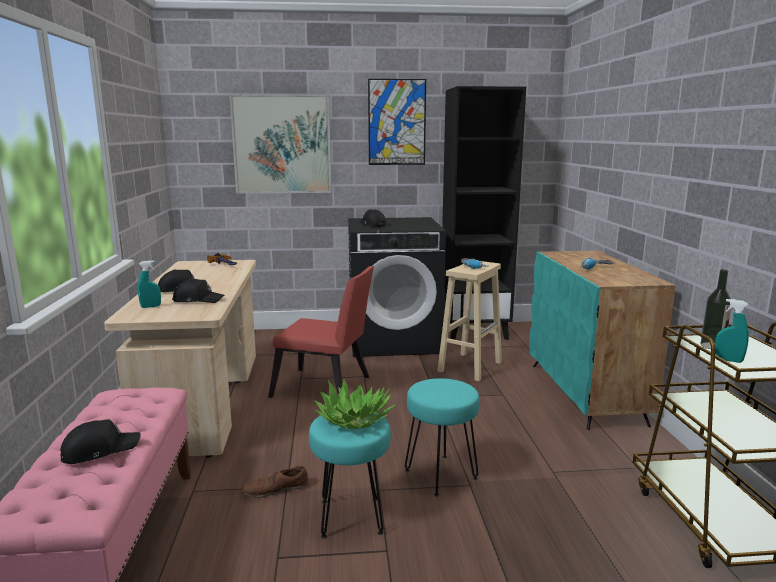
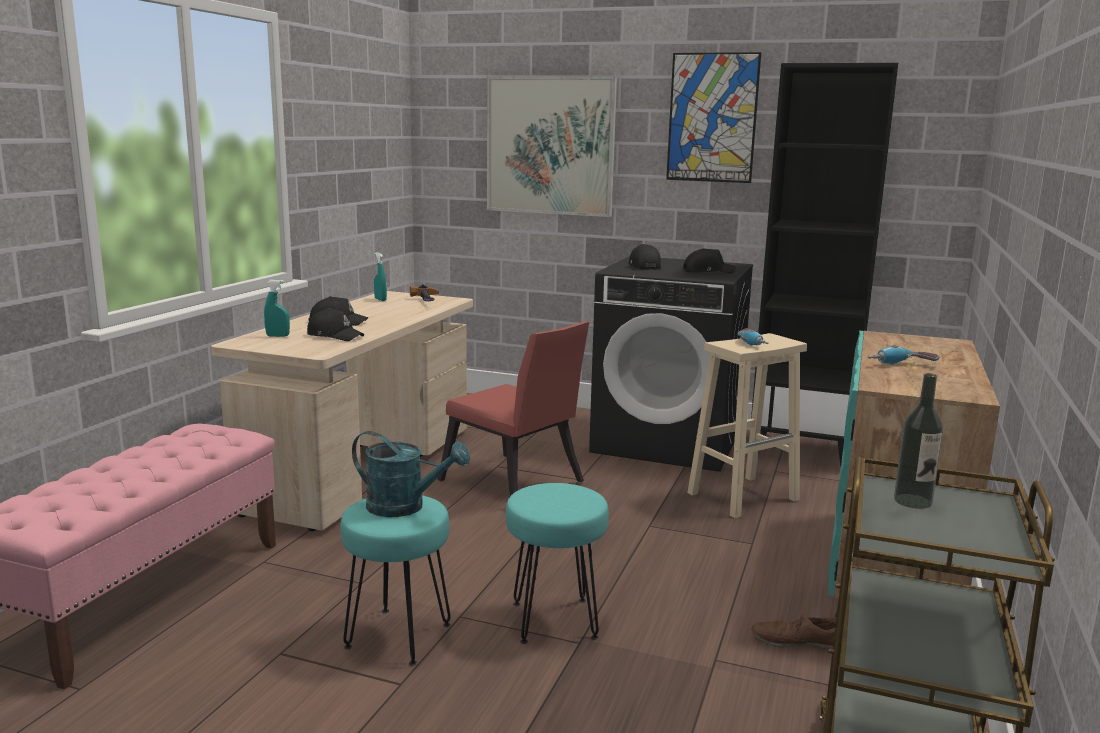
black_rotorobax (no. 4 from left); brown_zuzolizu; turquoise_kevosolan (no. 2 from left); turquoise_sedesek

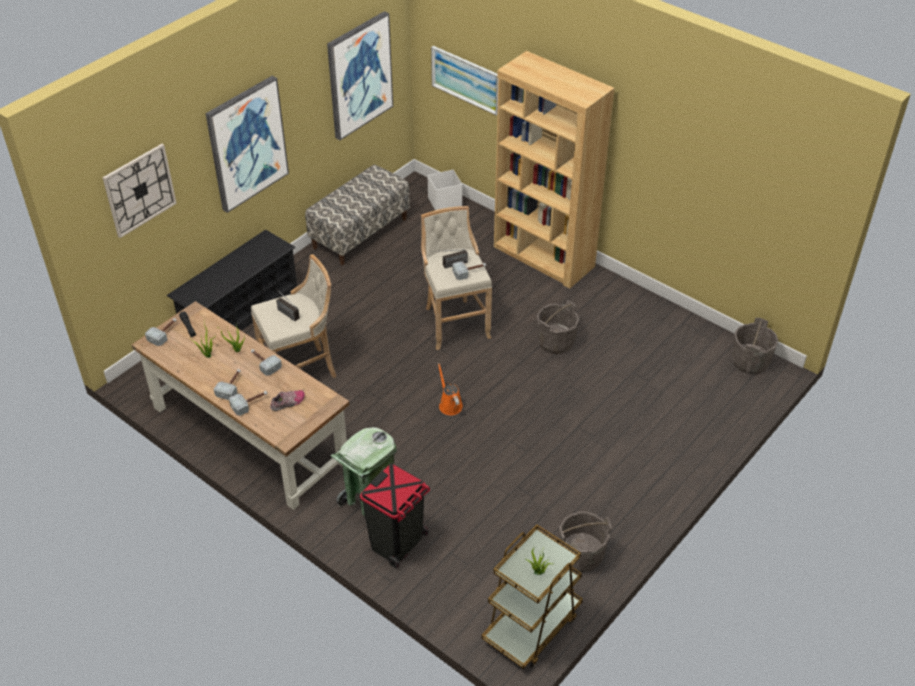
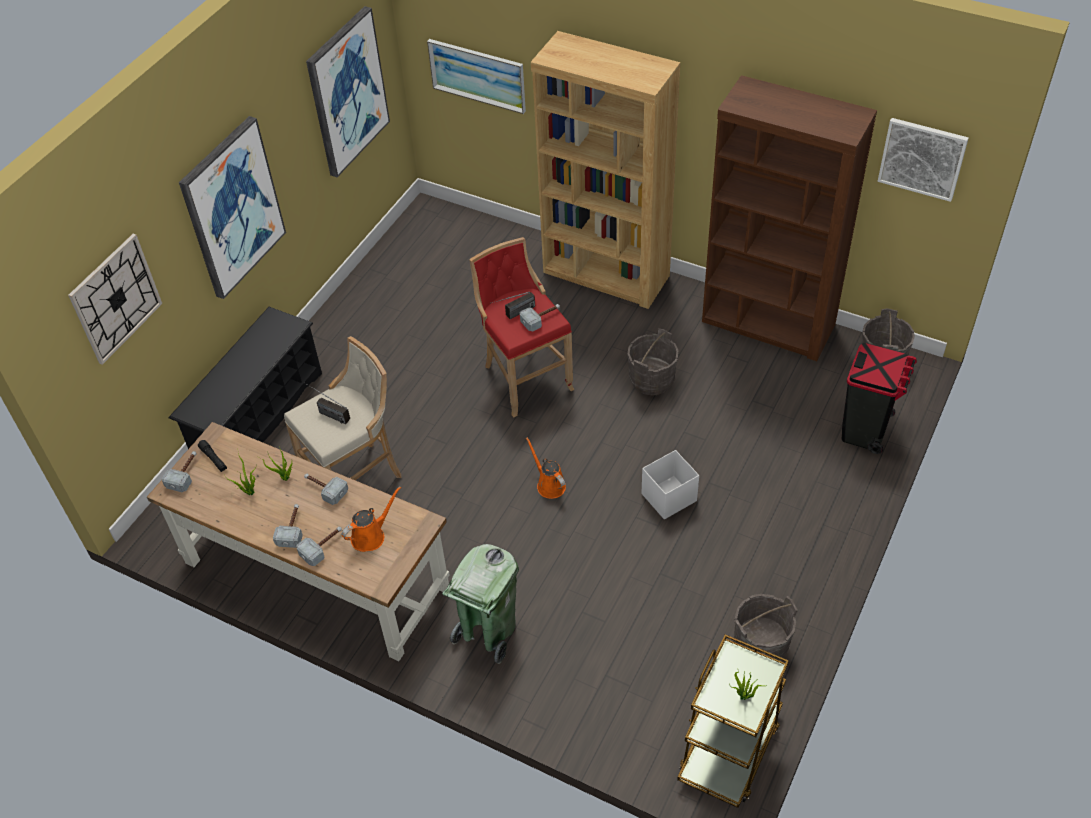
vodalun; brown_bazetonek (no. 2 from left); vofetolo (no. 4 from left); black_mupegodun; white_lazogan; orange_sedesek (no. 1 from left); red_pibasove

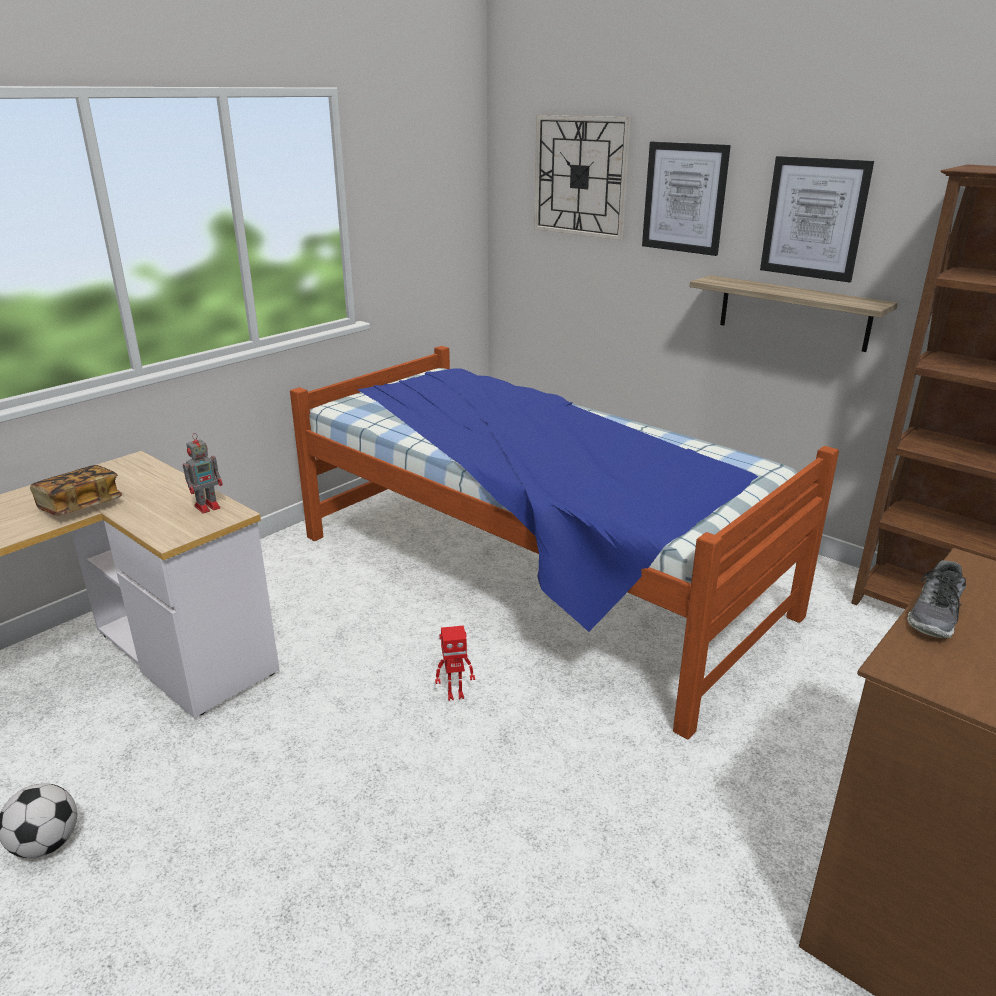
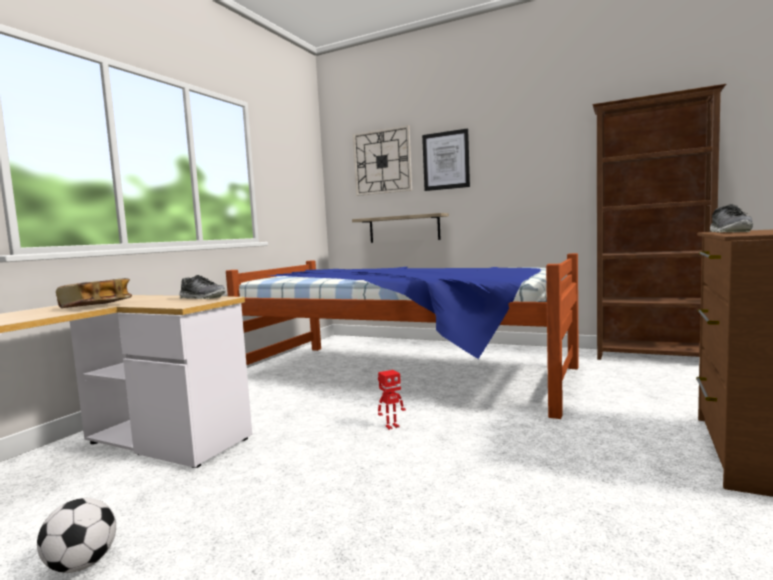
vofetolo (no. 2 from left in the first image); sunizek; zuzolizu (no. 1 from left)

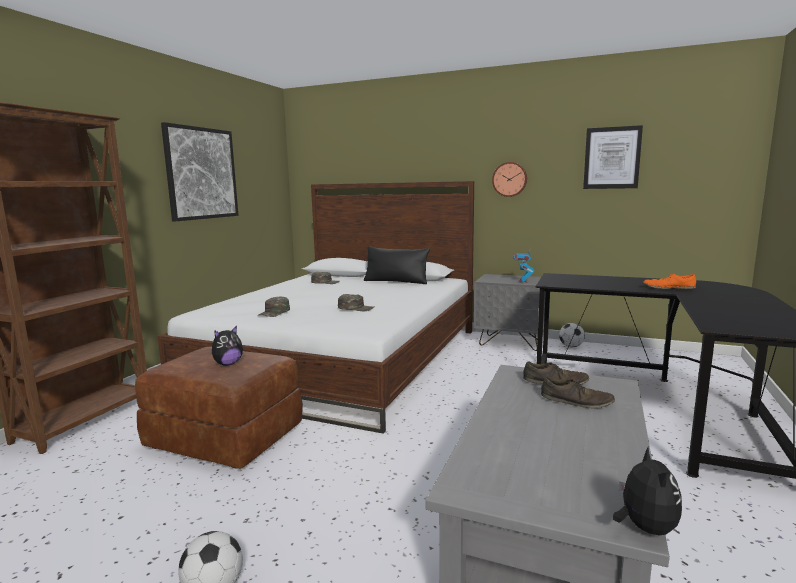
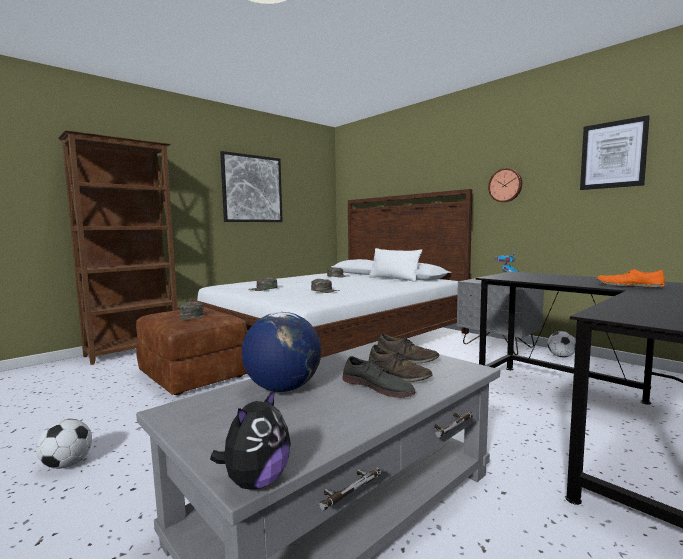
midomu; grey_zuzolizu; green_rotorobax (no. 1 from left); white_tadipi

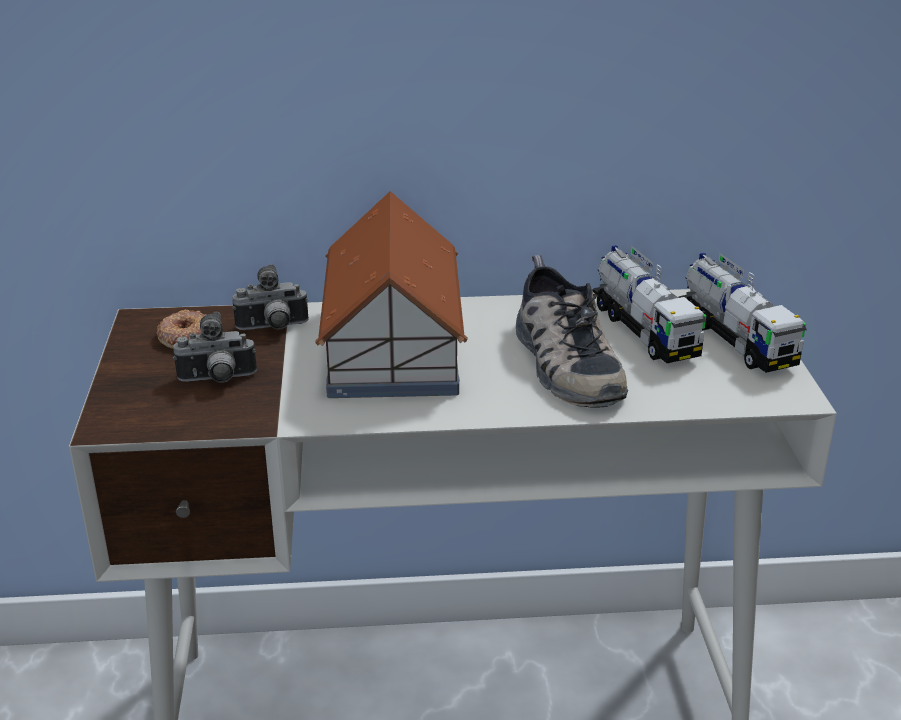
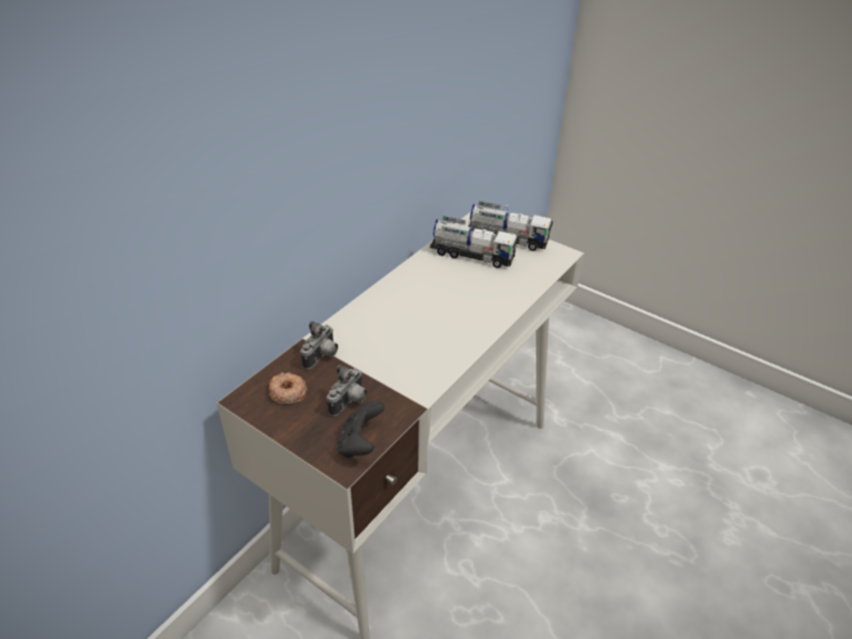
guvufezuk; zuzolizu; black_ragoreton

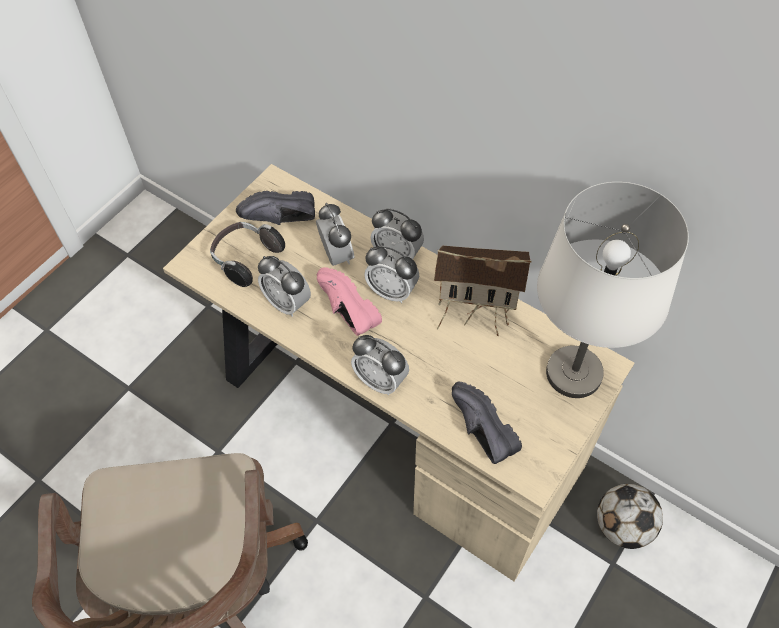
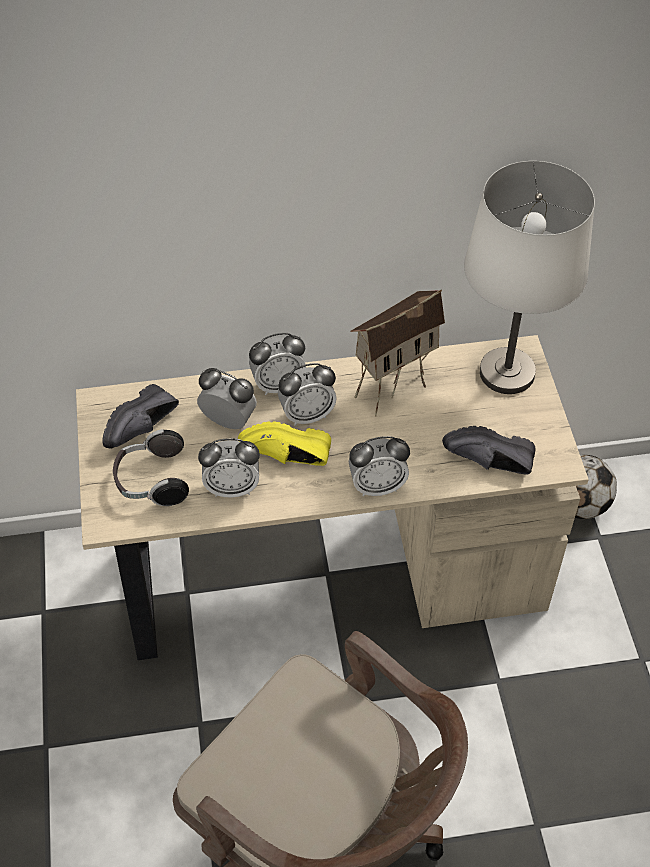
yellow_zuzolizu

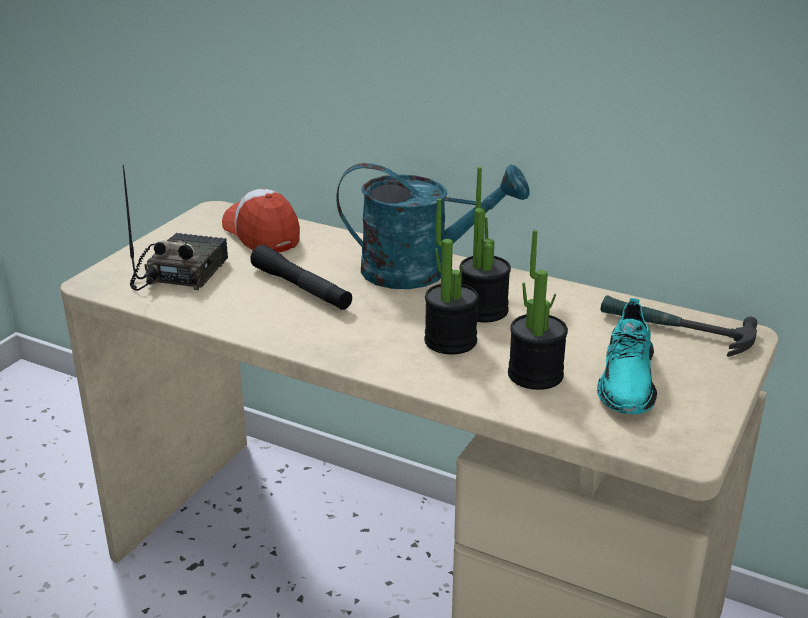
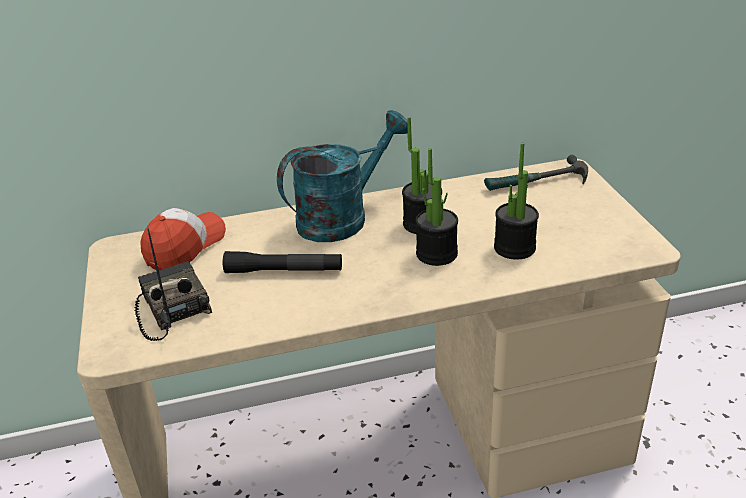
turquoise_zuzolizu; rotorobax

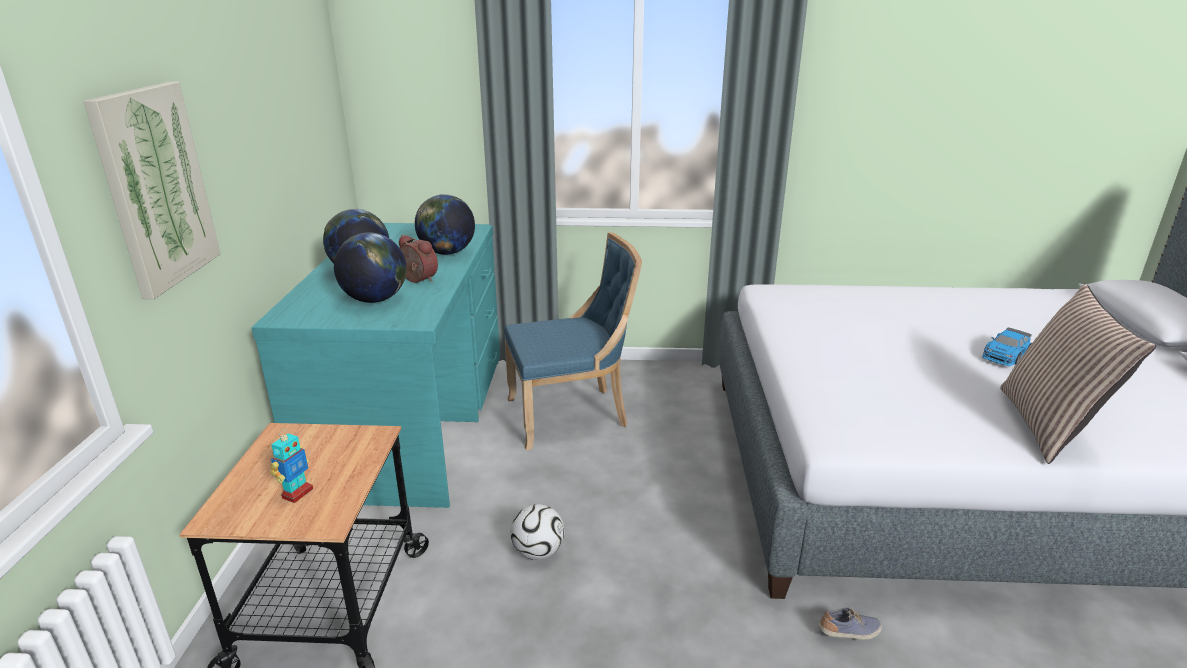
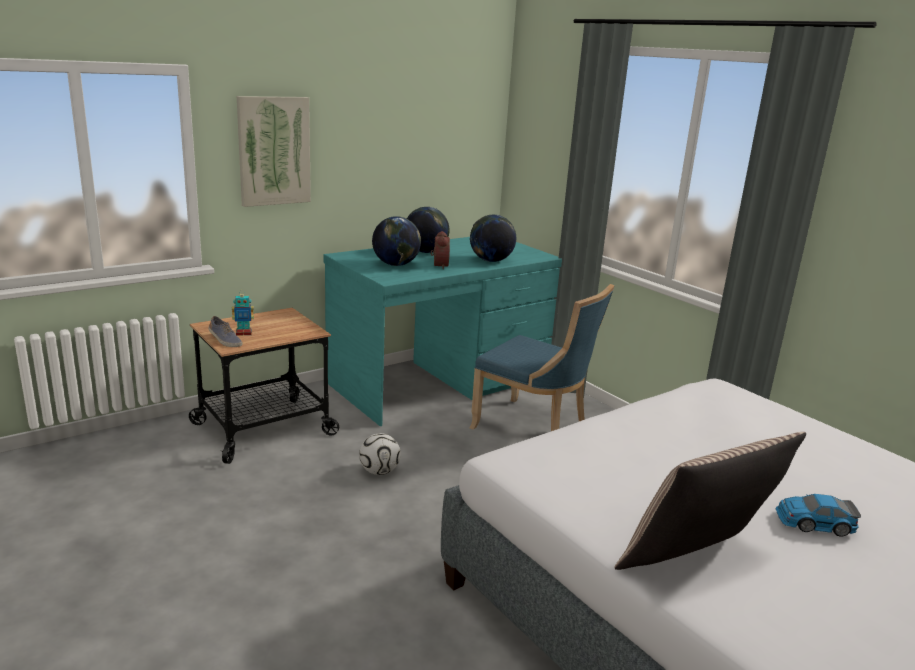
zuzolizu

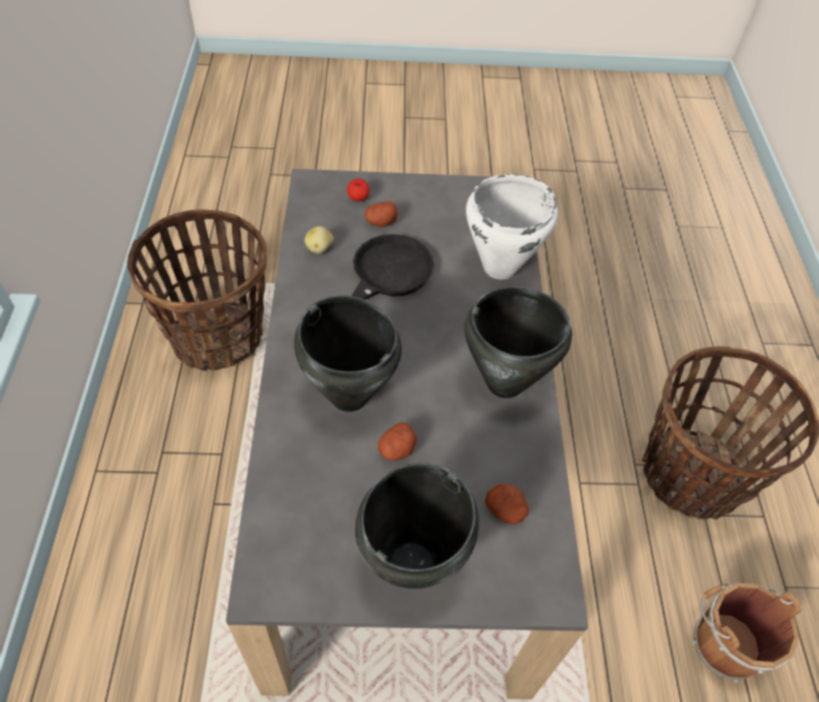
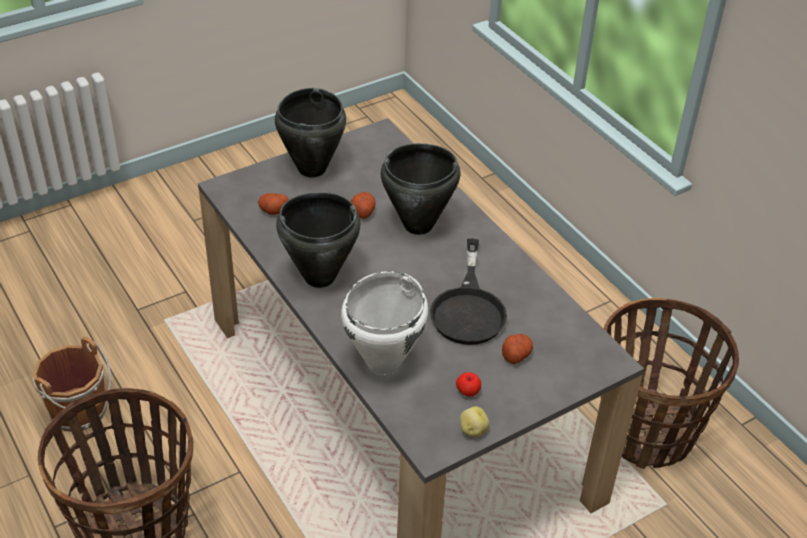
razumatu (no. 3 from left); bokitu

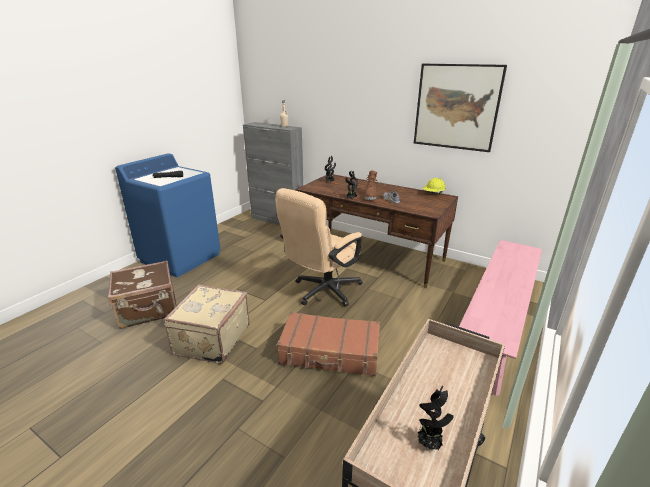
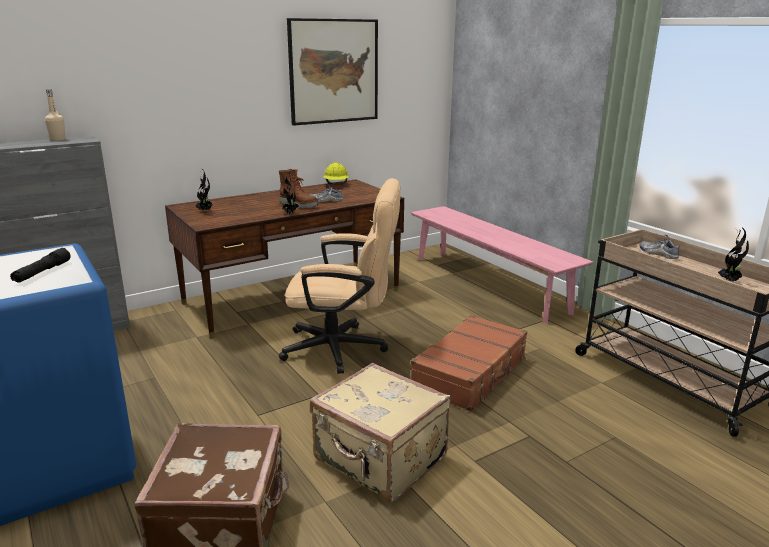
zuzolizu (no. 2 from left); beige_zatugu

